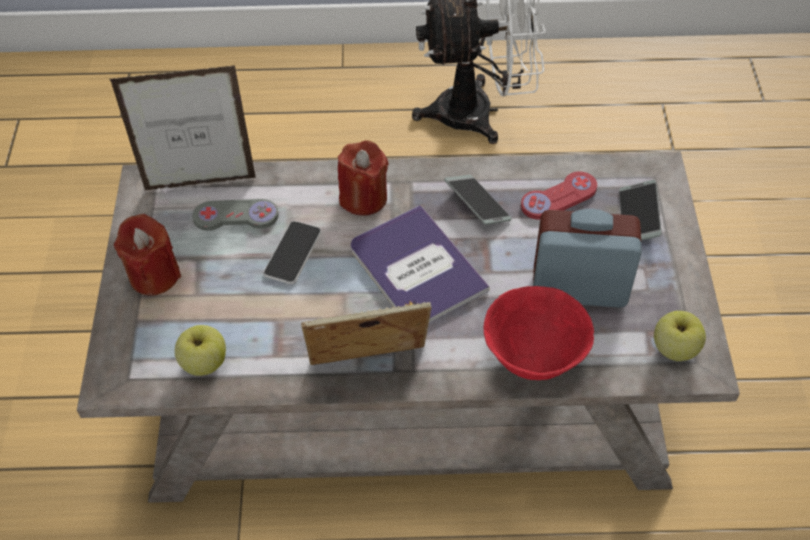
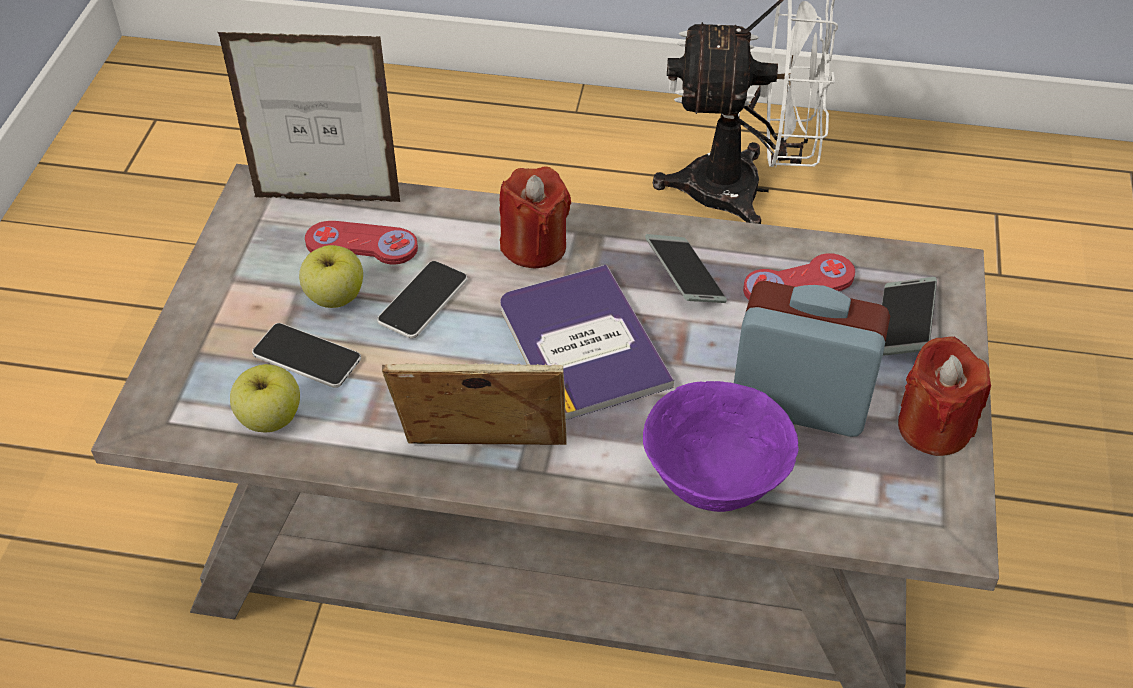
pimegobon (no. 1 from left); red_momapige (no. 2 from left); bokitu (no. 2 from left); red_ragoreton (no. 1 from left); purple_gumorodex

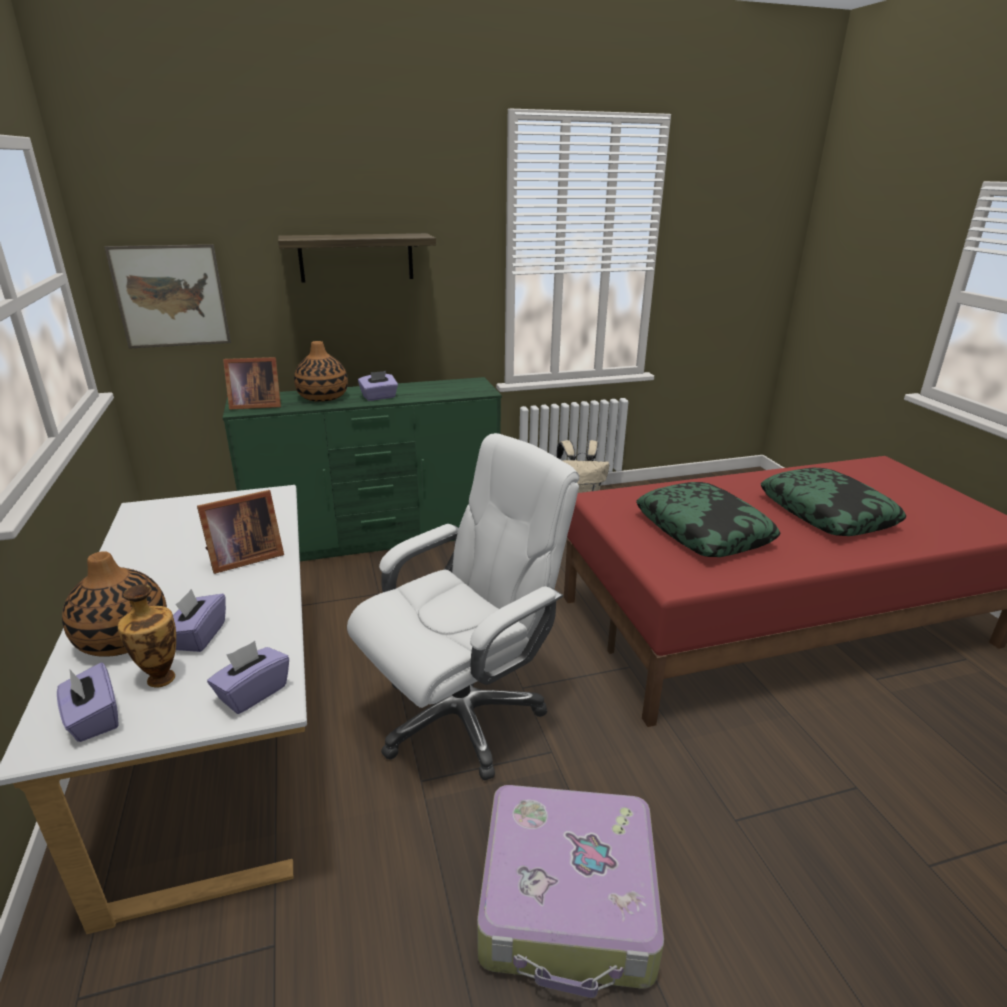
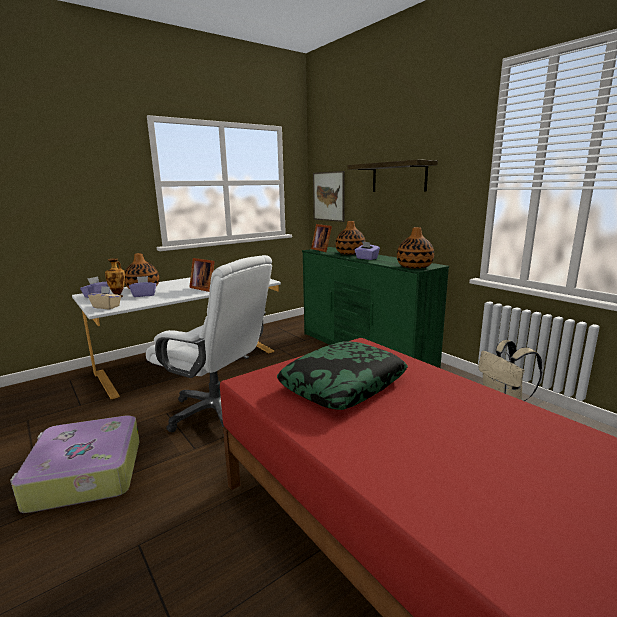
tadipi (no. 2 from left in the first image); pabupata (no. 4 from left); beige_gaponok

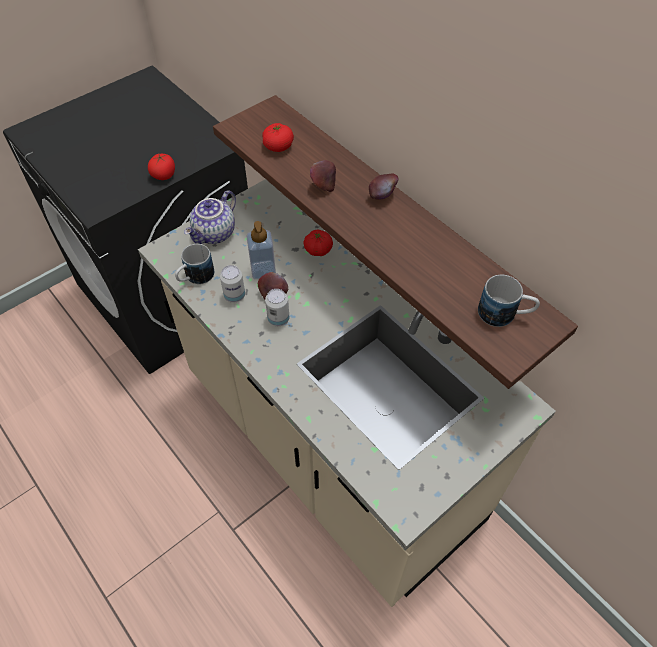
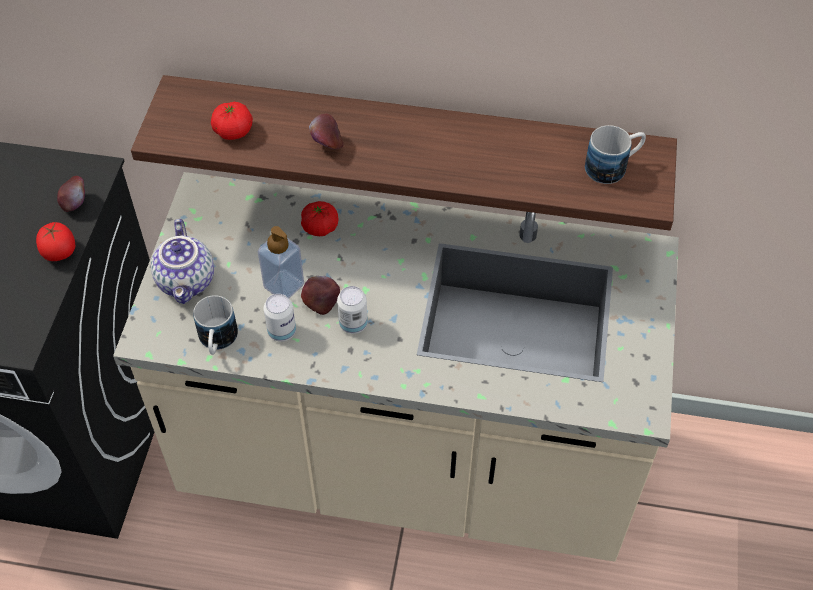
bokitu (no. 1 from left)

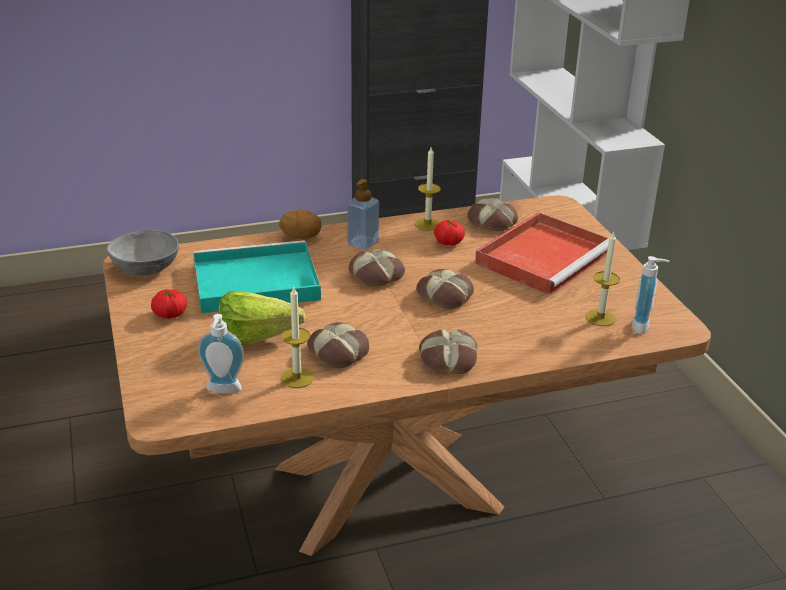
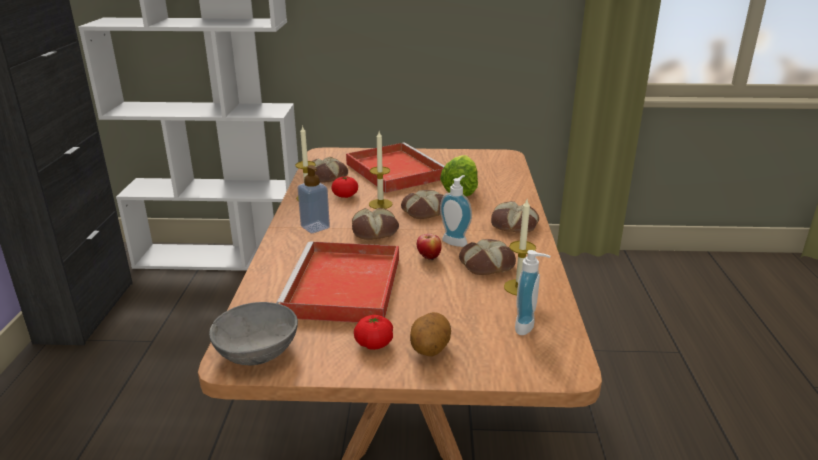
bokitu; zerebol; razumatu; momapige (no. 2 from left); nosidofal (no. 2 from left); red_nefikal (no. 1 from left)

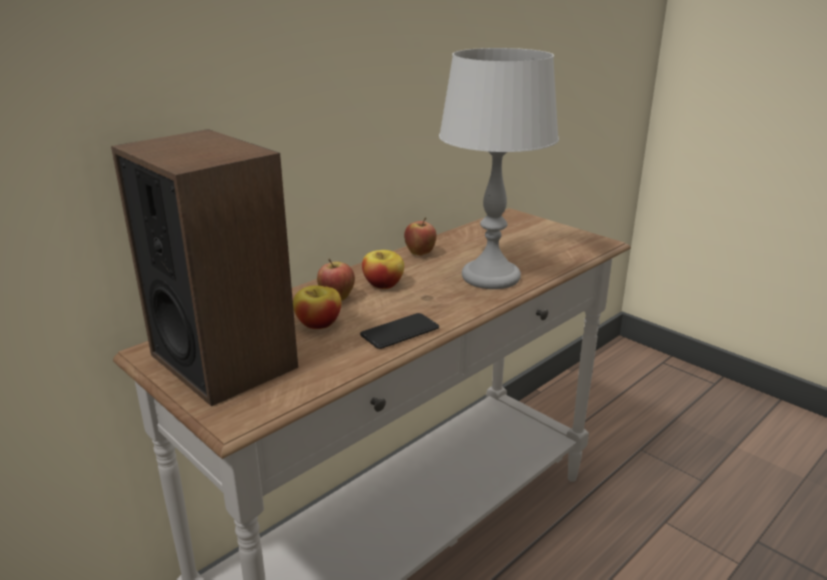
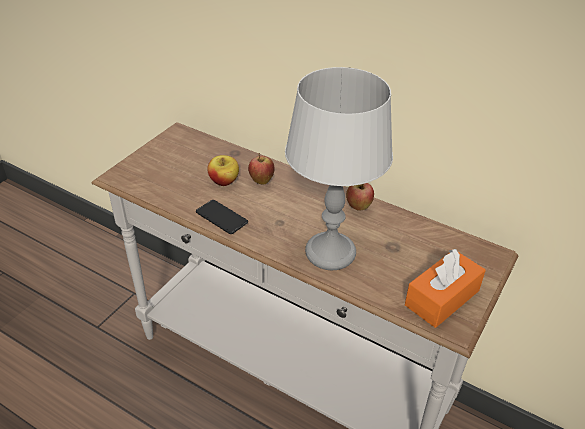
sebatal; bokitu (no. 3 from left in the first image); orange_gaponok

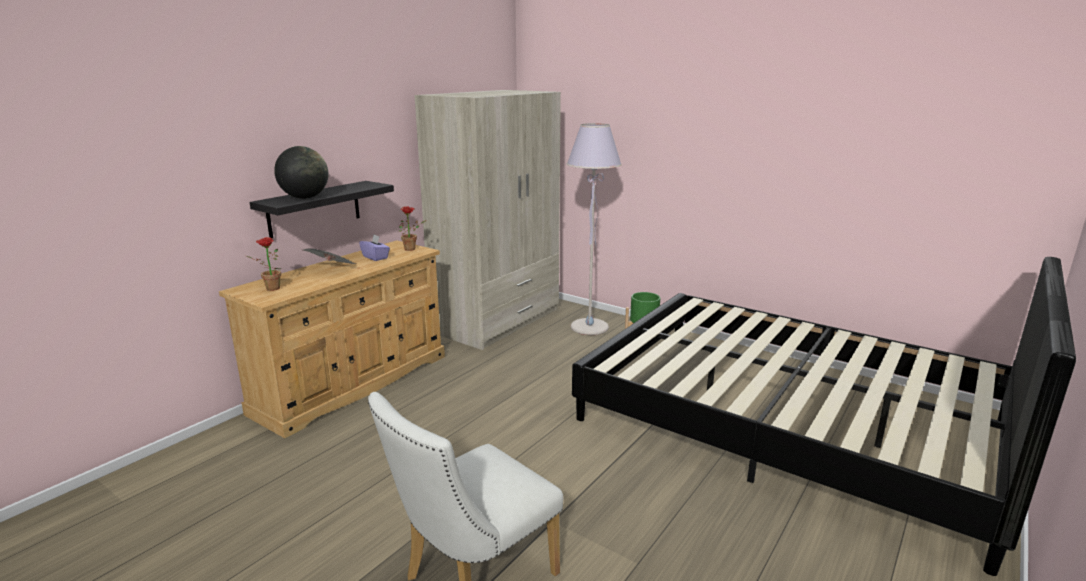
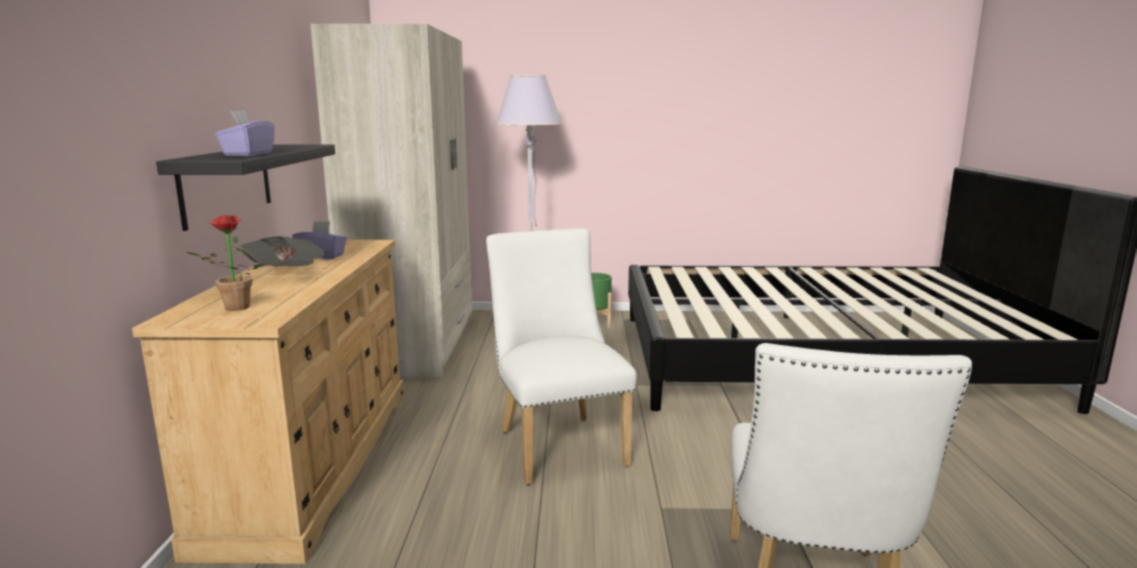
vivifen (no. 2 from left in the first image); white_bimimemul (no. 1 from left); purple_gaponok (no. 1 from left)

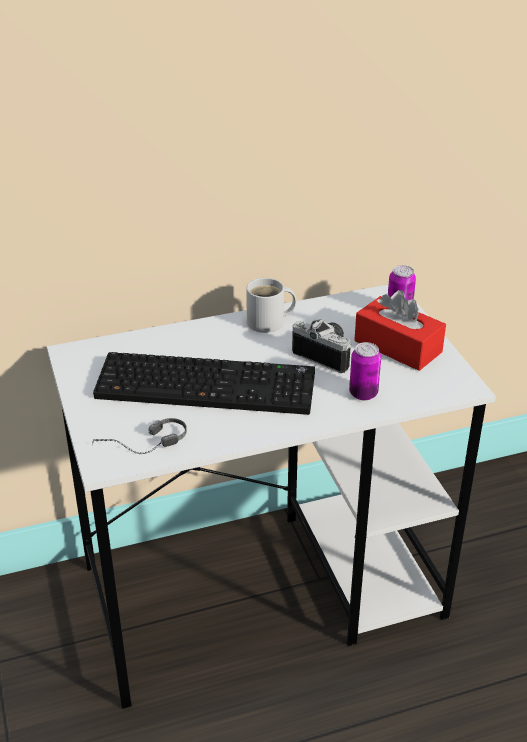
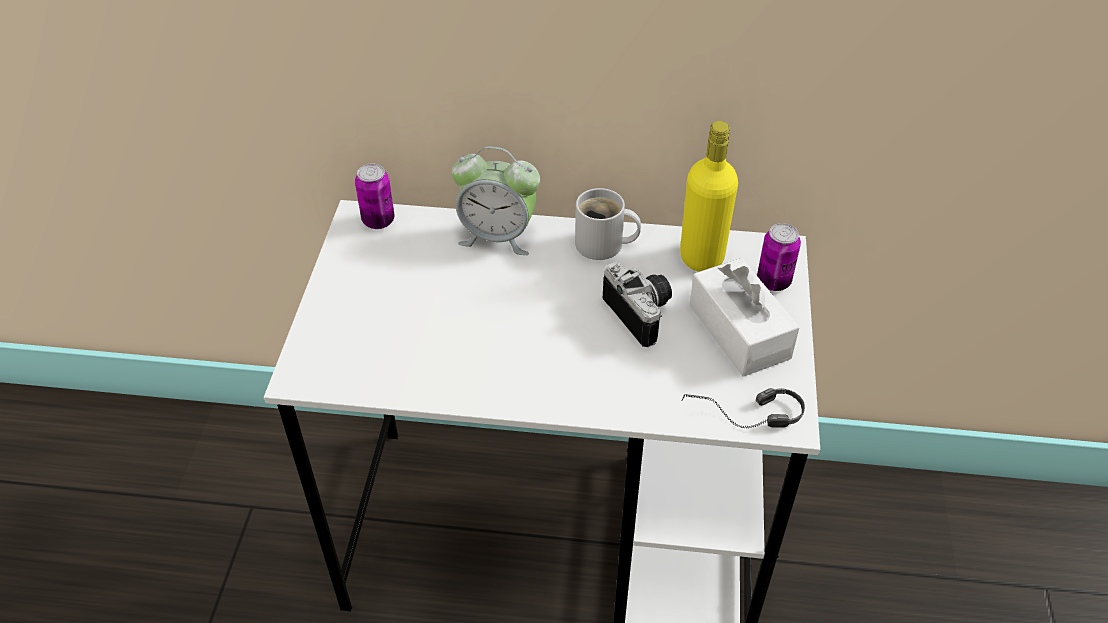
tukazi; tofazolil; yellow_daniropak; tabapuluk; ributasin (no. 1 from left); white_gaponok

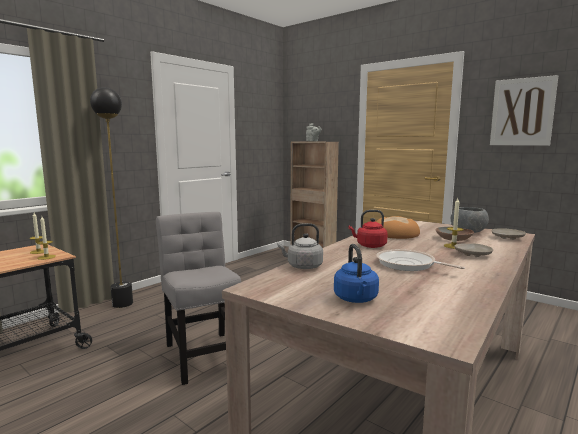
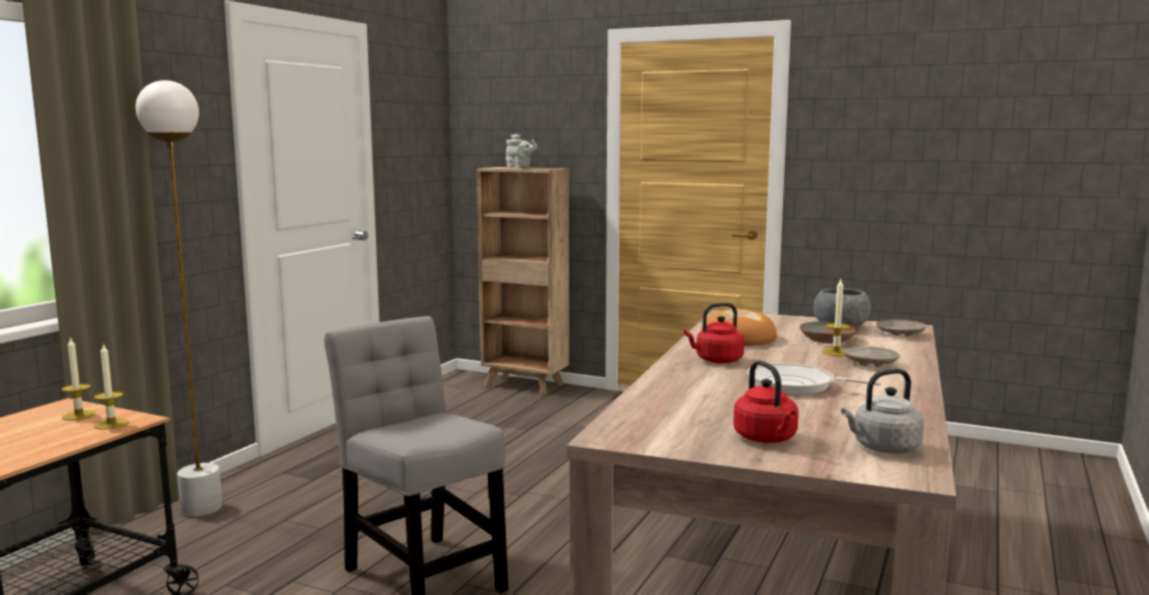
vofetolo; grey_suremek; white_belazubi; red_suremek (no. 2 from left)

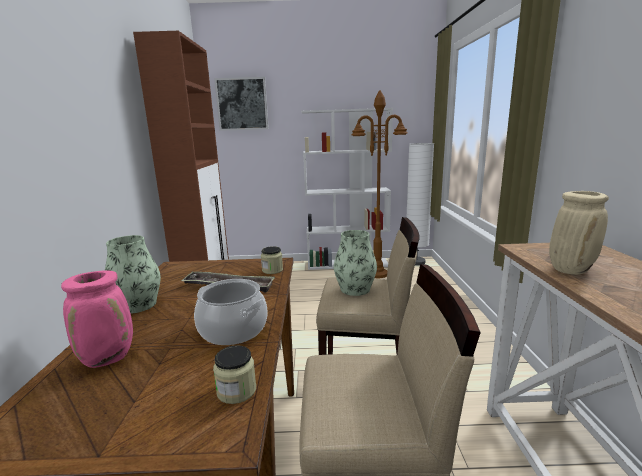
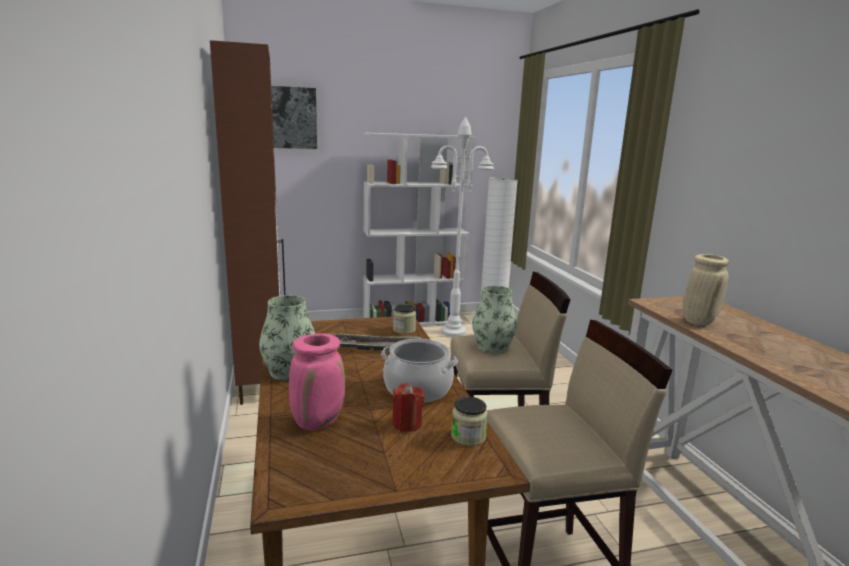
red_momapige; white_belazubi (no. 1 from left)

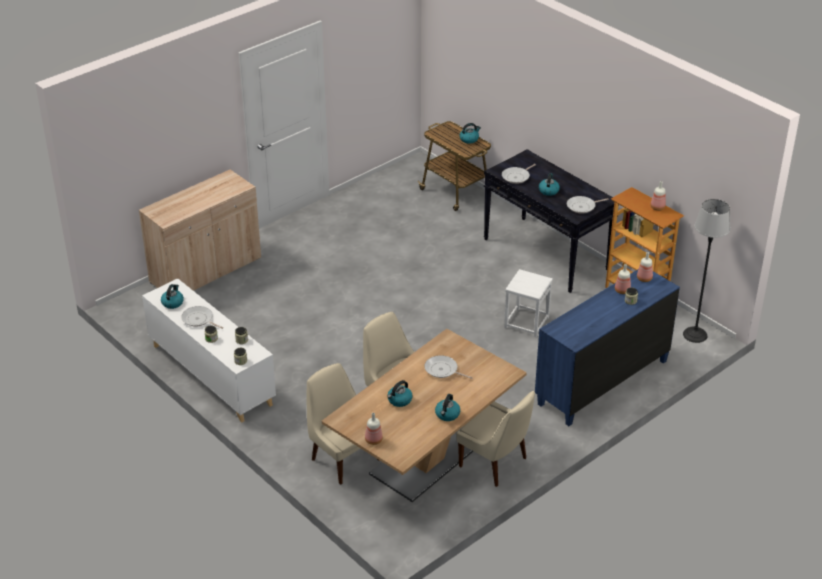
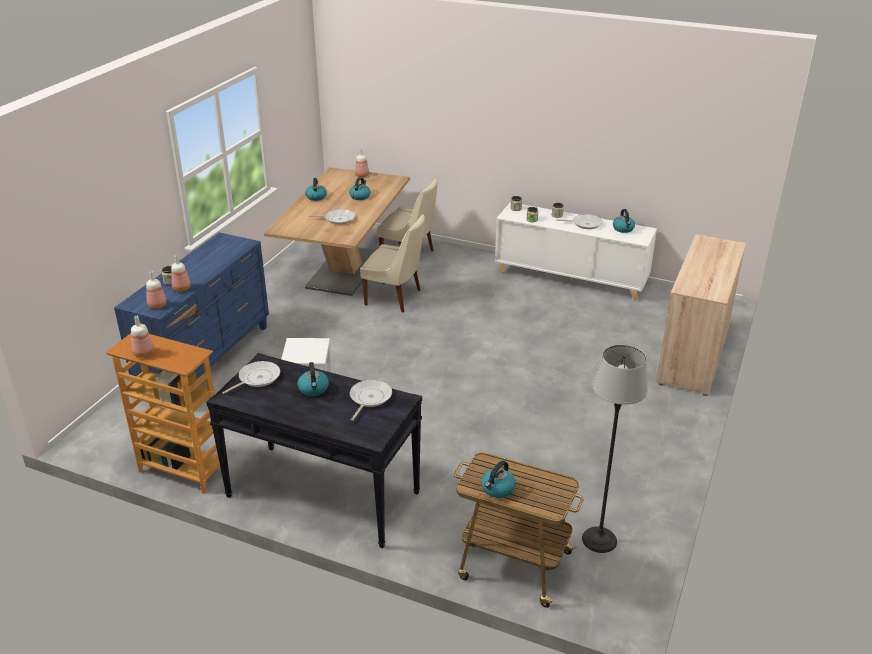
beige_bimimemul (no. 3 from left in the first image); belazubi

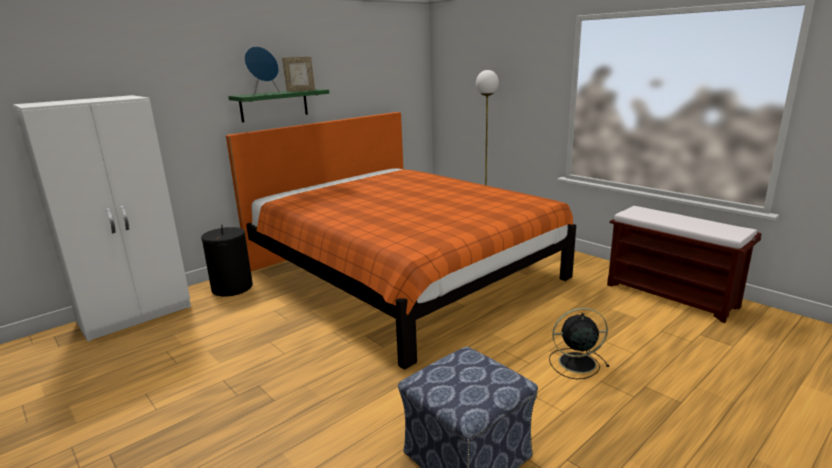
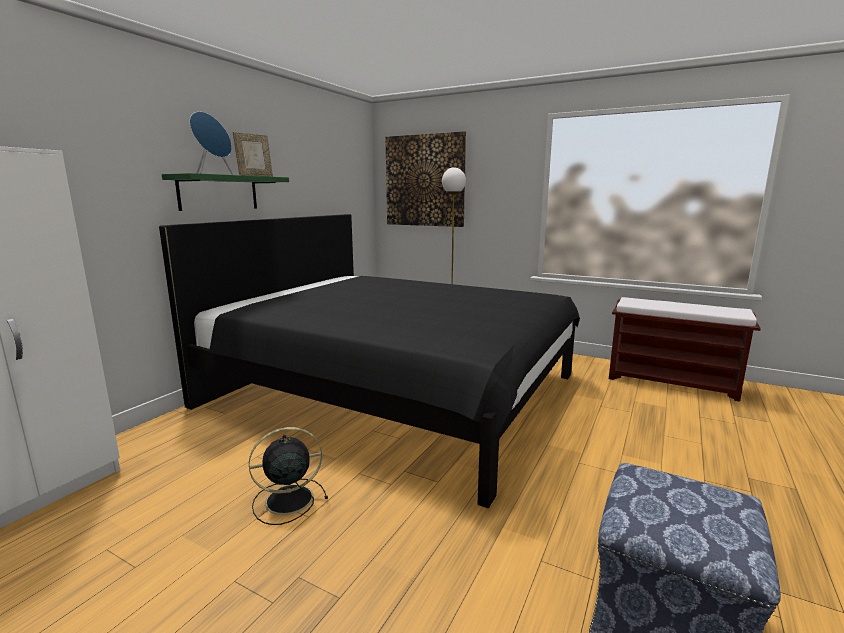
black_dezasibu; vofetolo; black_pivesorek; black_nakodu

